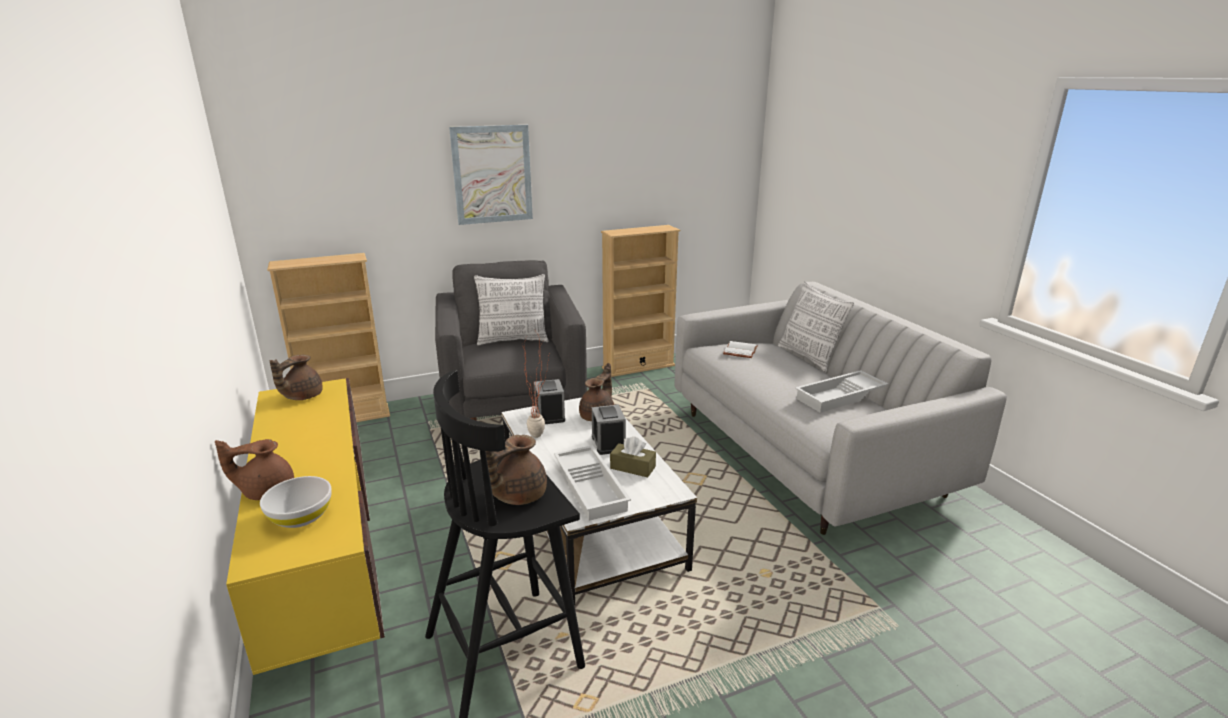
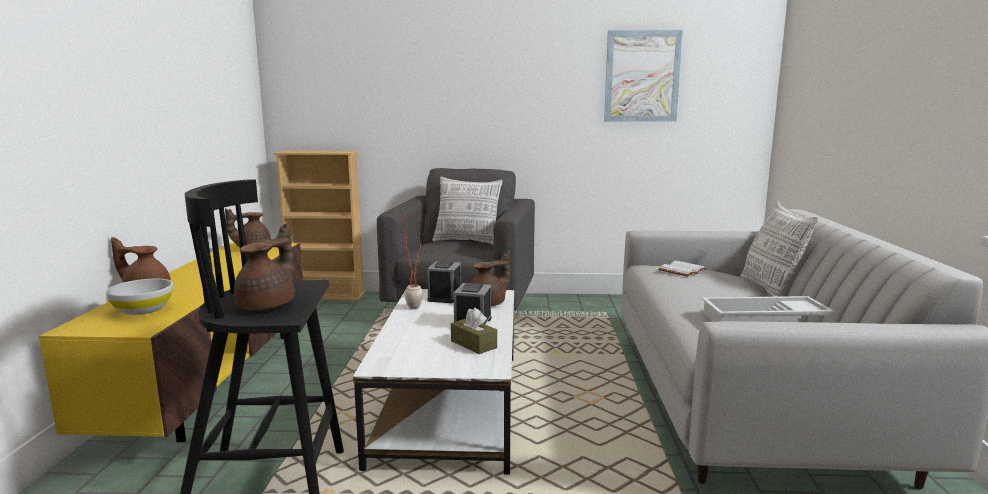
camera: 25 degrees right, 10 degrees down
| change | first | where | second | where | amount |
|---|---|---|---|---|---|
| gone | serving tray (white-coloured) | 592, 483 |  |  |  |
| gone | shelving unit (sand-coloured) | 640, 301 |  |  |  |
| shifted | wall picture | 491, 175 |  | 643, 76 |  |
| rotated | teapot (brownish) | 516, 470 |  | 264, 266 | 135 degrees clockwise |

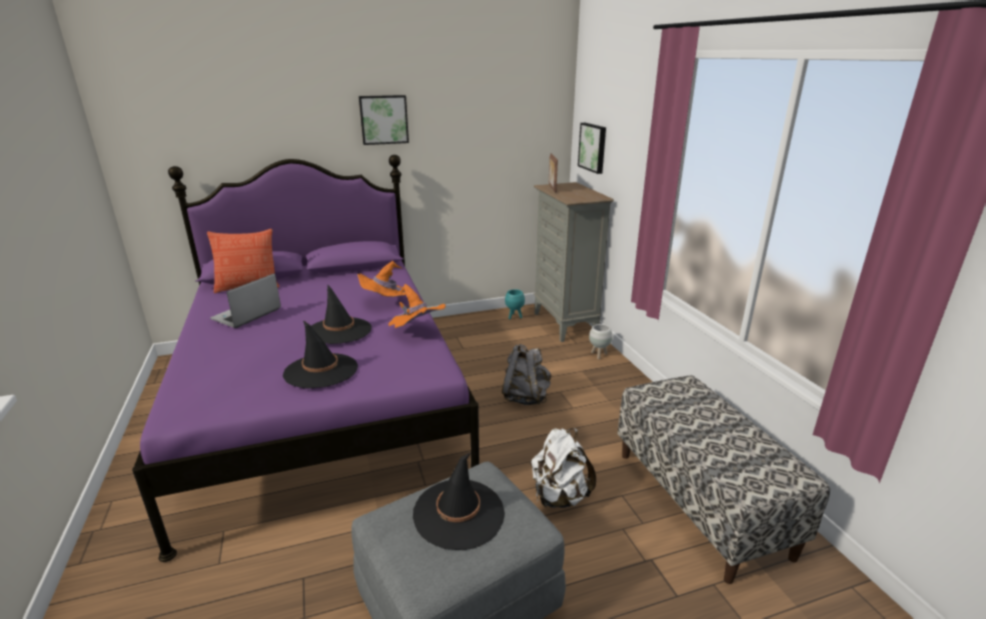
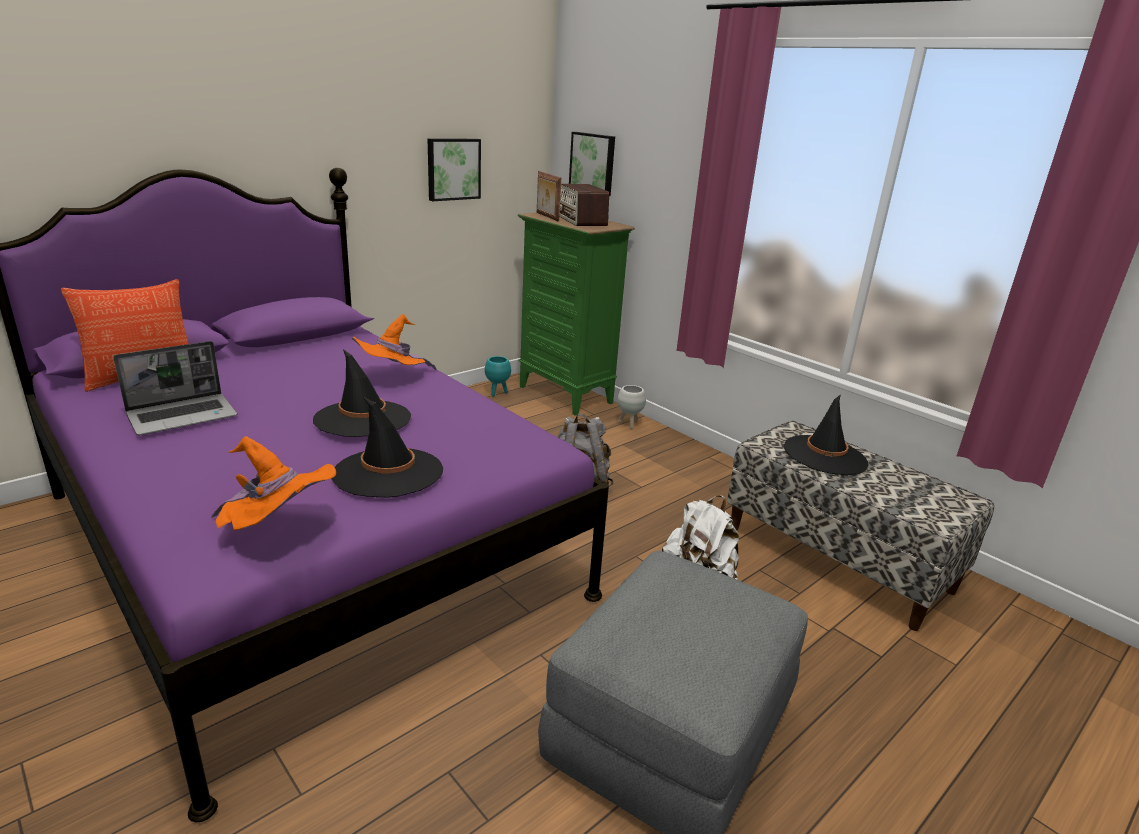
camera: 25 degrees left, 0 degrees up
| change | first | where | second | where | amount |
|---|---|---|---|---|---|
| new |  |  | radio | 584, 205 |  |
| shifted | wall picture | 384, 120 |  | 454, 170 |  |
| shifted | wearable hat (orange-coloured) | 417, 306 |  | 273, 483 |  |
| shifted | wearable hat (black) | 459, 501 |  | 826, 434 |  |
| repainted | drawer chest (grey) | 573, 262 | drawer chest (greenish) | 576, 314 |  |
| rotated | laptop | 245, 301 |  | 175, 388 | 135 degrees counterclockwise |

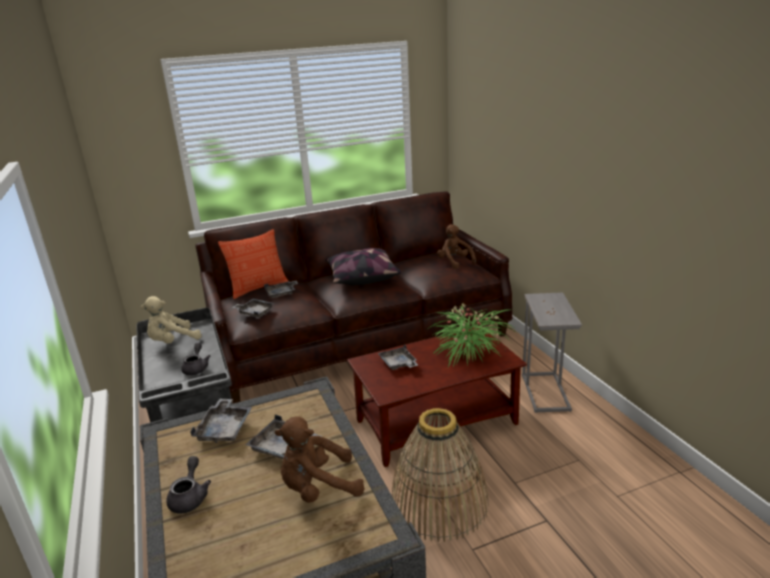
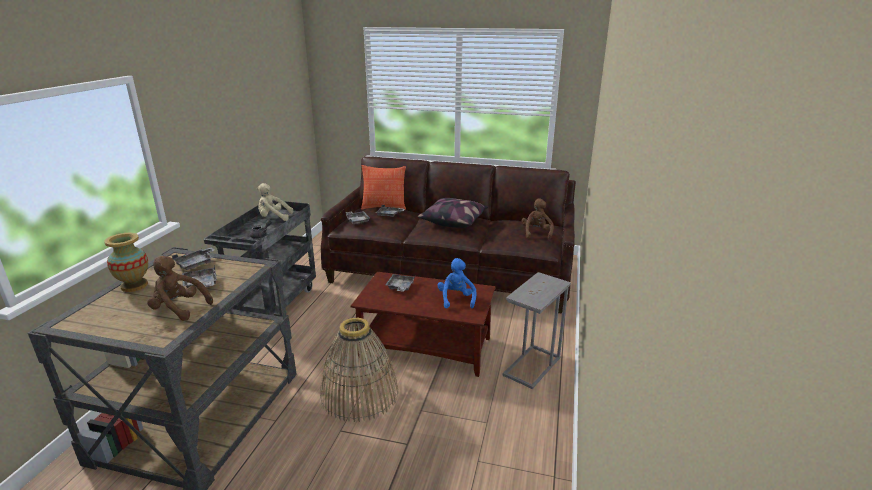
camera: 35 degrees right, 0 degrees up
| change | first | where | second | where | amount |
|---|---|---|---|---|---|
| swapped | teapot (grey) | 188, 485 | vase | 126, 262 |  |
| swapped | houseplant | 472, 335 | plush toy (blue-coloured) | 457, 283 |  |

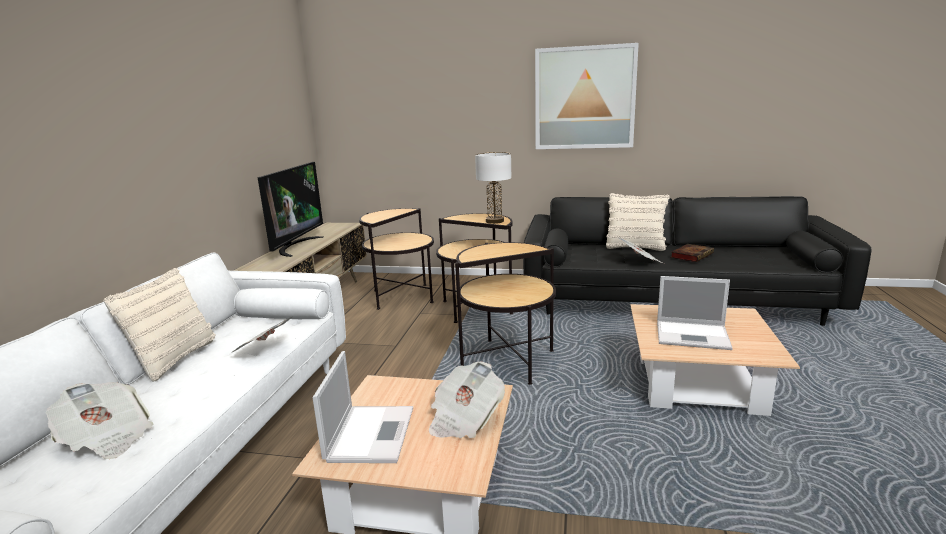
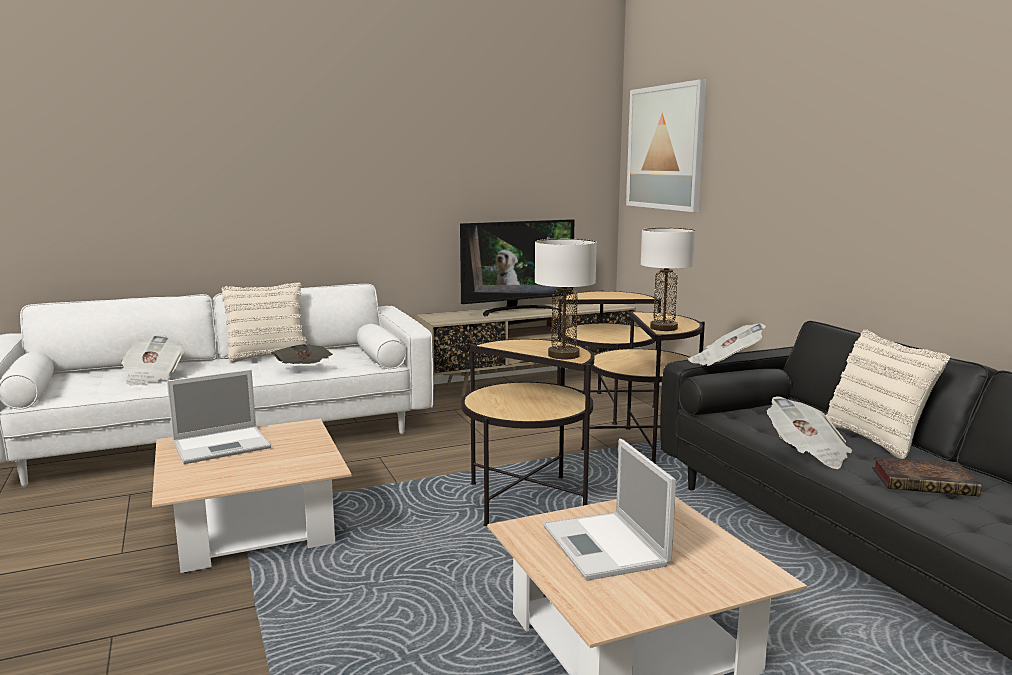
camera: 55 degrees right, 5 degrees down
| change | first | where | second | where | amount |
|---|---|---|---|---|---|
| new |  |  | table lamp | 566, 299 |  |
| shifted | newspaper | 467, 399 |  | 727, 344 |  |
| shifted | wall picture | 587, 96 |  | 666, 145 |  |

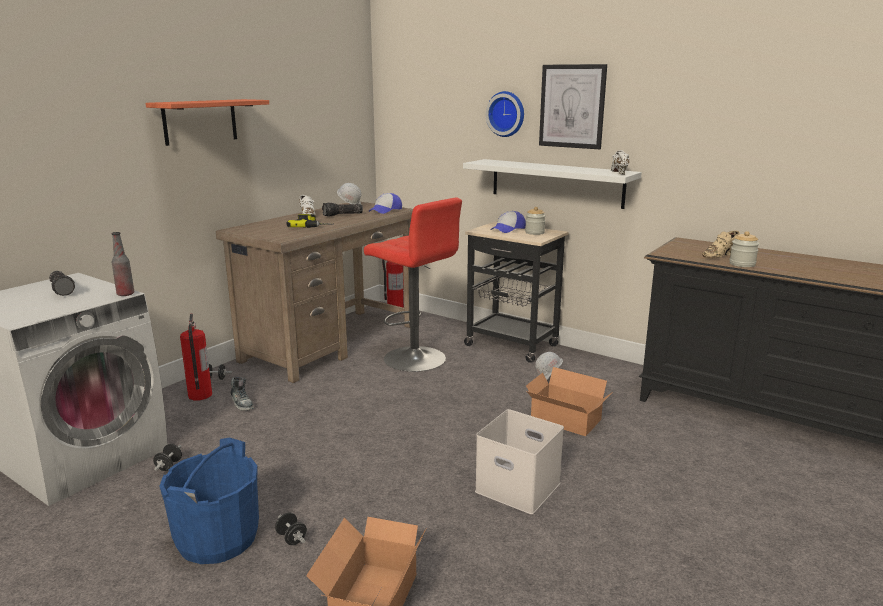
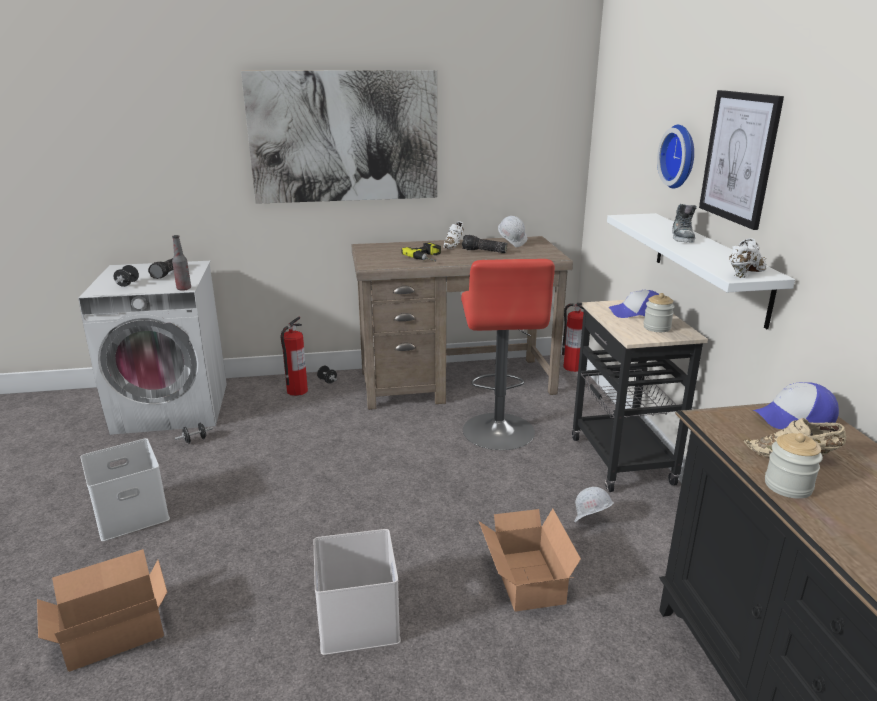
camera: 45 degrees right, 5 degrees up
| change | first | where | second | where | amount |
|---|---|---|---|---|---|
| shifted | item of footwear | 242, 394 |  | 684, 223 |  |
| shifted | dumbbell (black) | 291, 528 |  | 126, 276 |  |
| shifted | baseball cap | 385, 203 |  | 796, 405 |  |
| swapped | bracket shelf | 207, 122 | wall picture | 339, 137 |  |
| swapped | pail (blue-coloured) | 209, 501 | storage box (white-coloured) | 125, 489 |  |

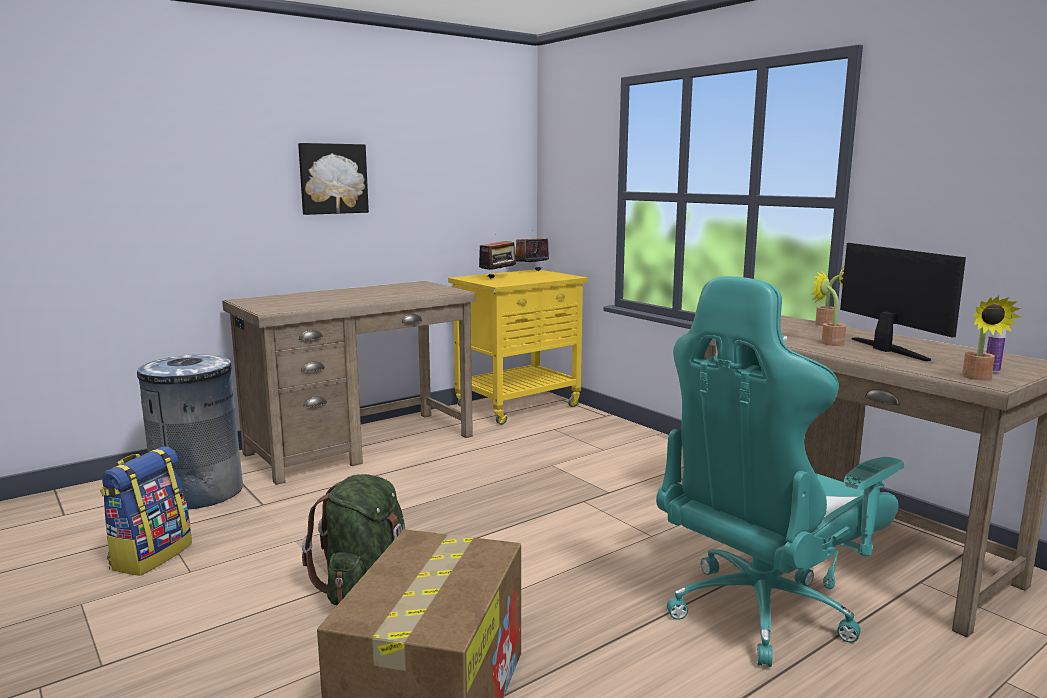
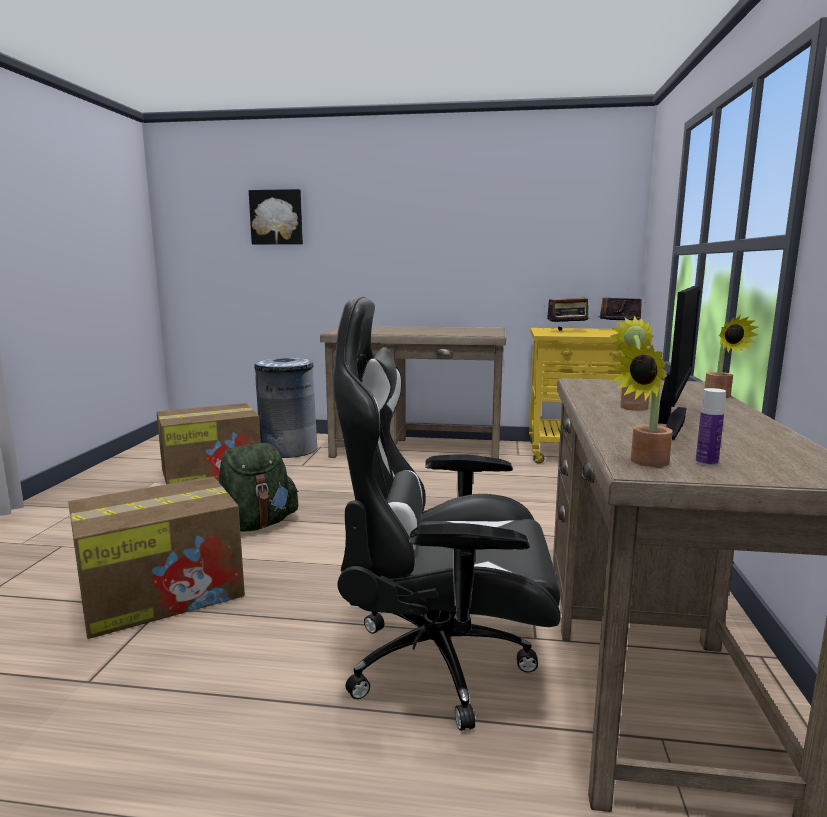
camera: 45 degrees right, 0 degrees up
| change | first | where | second | where | amount |
|---|---|---|---|---|---|
| shifted | wall picture | 333, 179 |  | 276, 217 |  |
| swapped | rucksack | 146, 511 | carton | 208, 443 |  |
| repainted | office chair (turquoise) | 780, 471 | office chair (black) | 447, 513 |  |

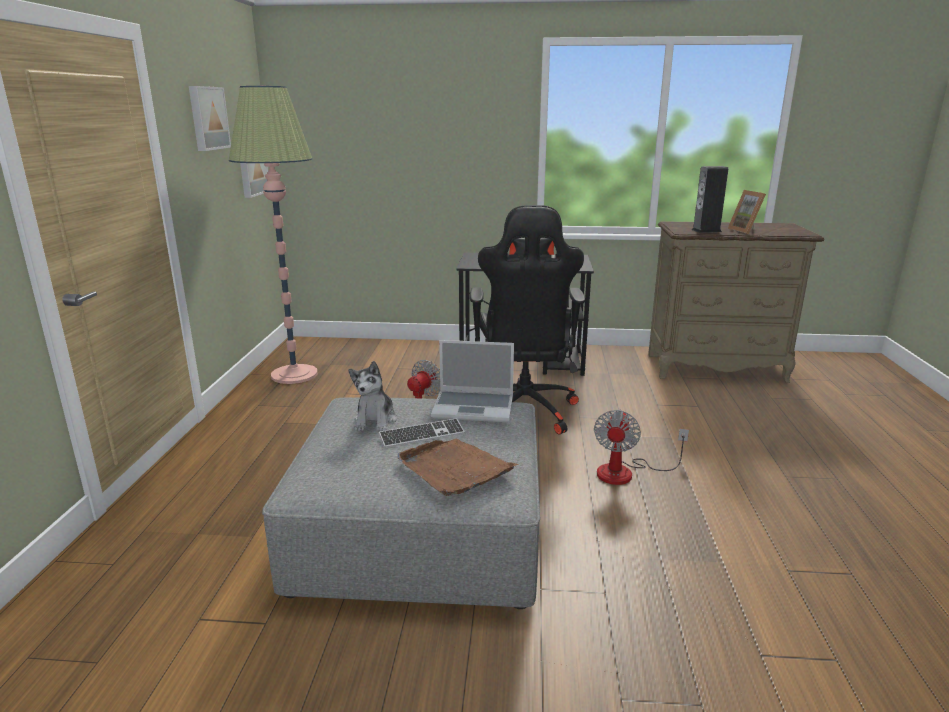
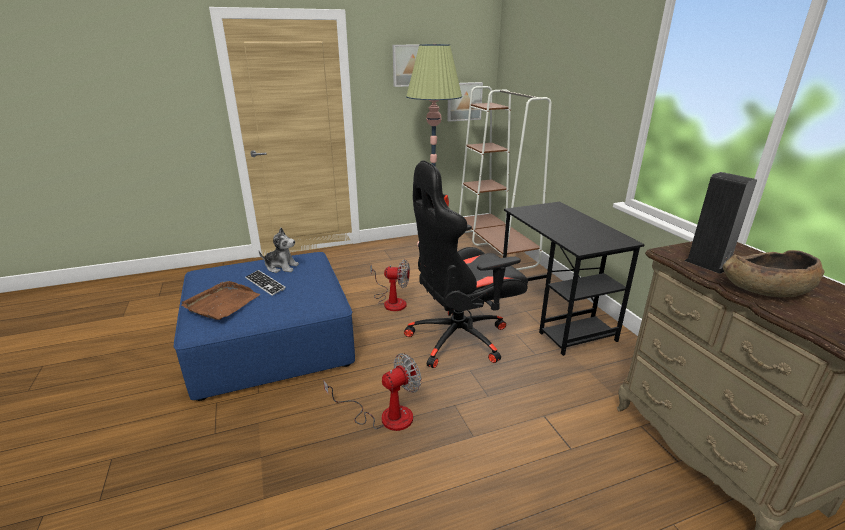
camera: 65 degrees right, 5 degrees up
| change | first | where | second | where | amount |
|---|---|---|---|---|---|
| gone | laptop | 472, 381 |  |  |  |
| new |  |  | garment rack (brownish) | 505, 178 |  |
| swapped | photo frame | 747, 212 | deep dish (brownish) | 773, 273 |  |
| repainted | ottoman (grey) | 401, 503 | ottoman (blue-coloured) | 264, 326 |  |
| rotated | plush toy | 373, 396 |  | 279, 250 | 150 degrees counterclockwise |
| rotated | electric fan | 641, 447 |  | 372, 392 | 150 degrees clockwise |

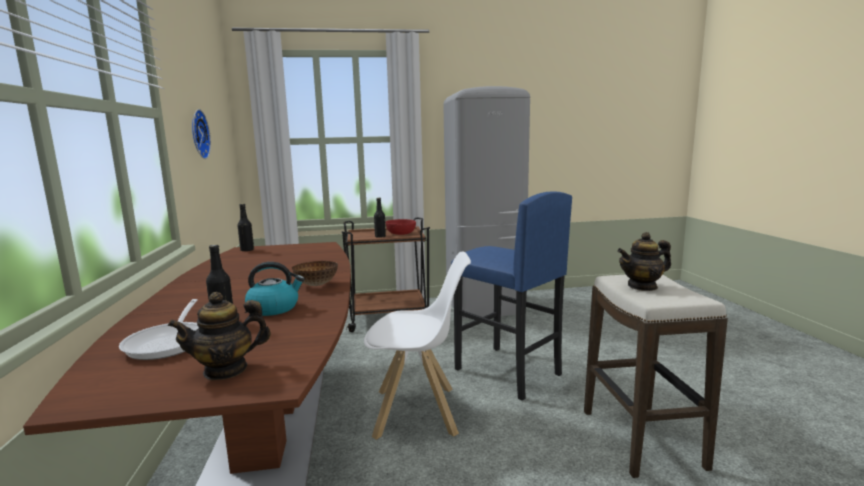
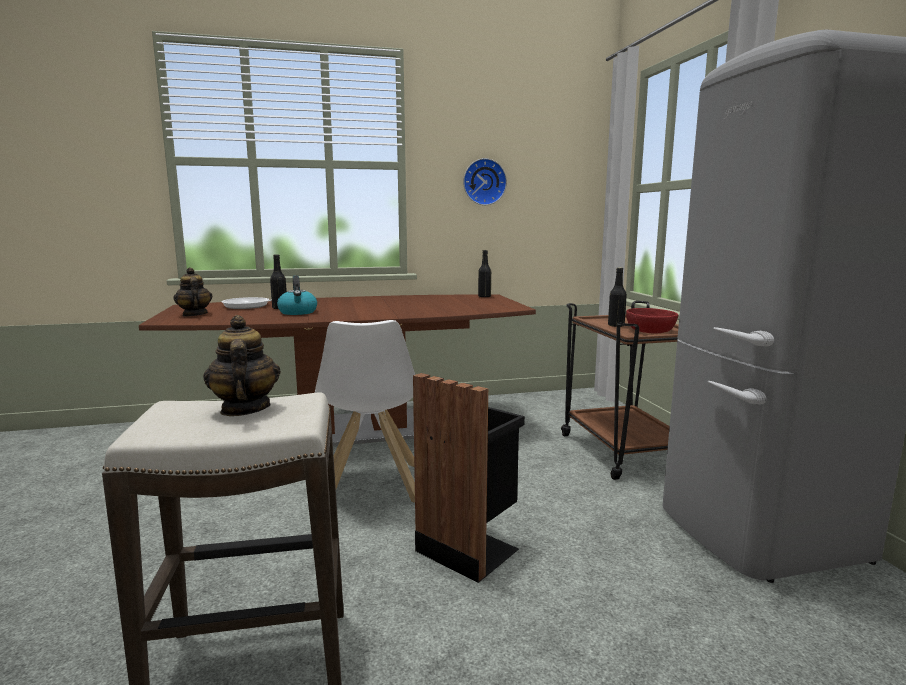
camera: 85 degrees right, 0 degrees up
| change | first | where | second | where | amount |
|---|---|---|---|---|---|
| gone | deep dish | 315, 273 |  |  |  |
| swapped | stool seat (blue-coloured) | 511, 296 | rubbish bin (black) | 469, 478 |  |

